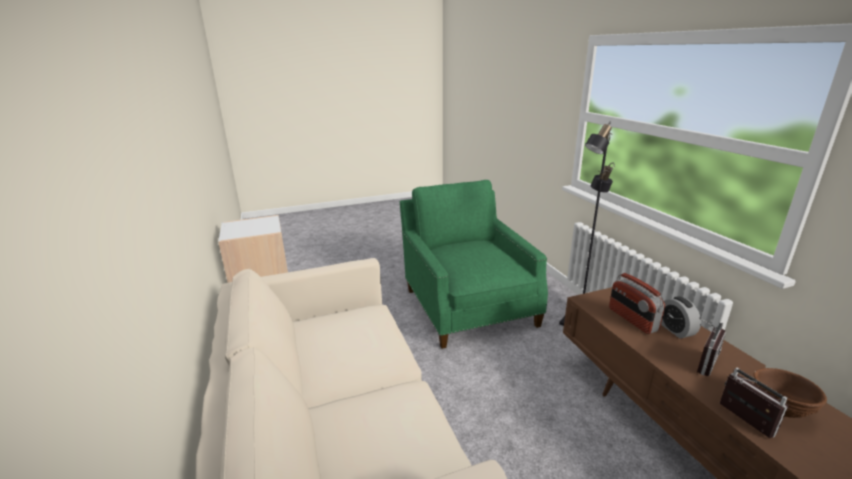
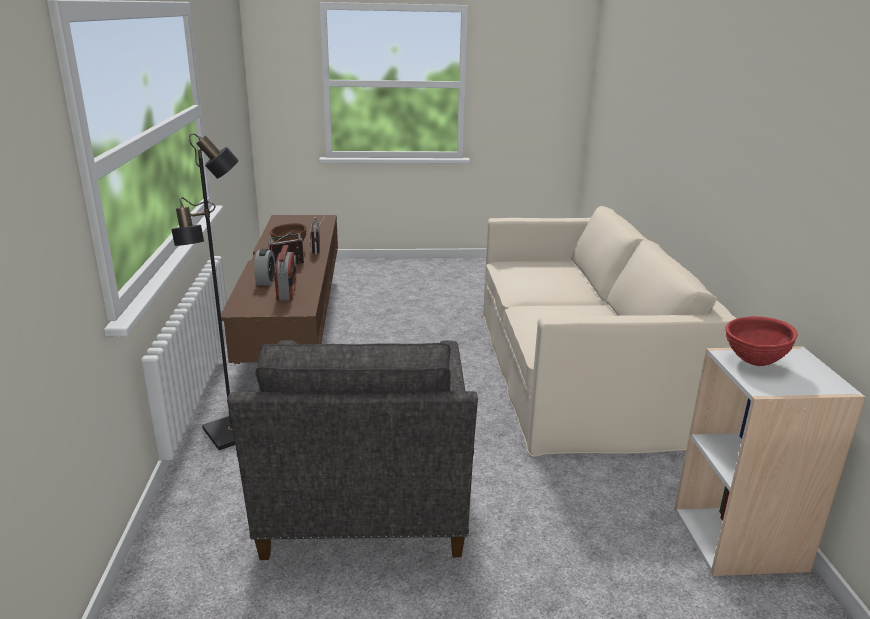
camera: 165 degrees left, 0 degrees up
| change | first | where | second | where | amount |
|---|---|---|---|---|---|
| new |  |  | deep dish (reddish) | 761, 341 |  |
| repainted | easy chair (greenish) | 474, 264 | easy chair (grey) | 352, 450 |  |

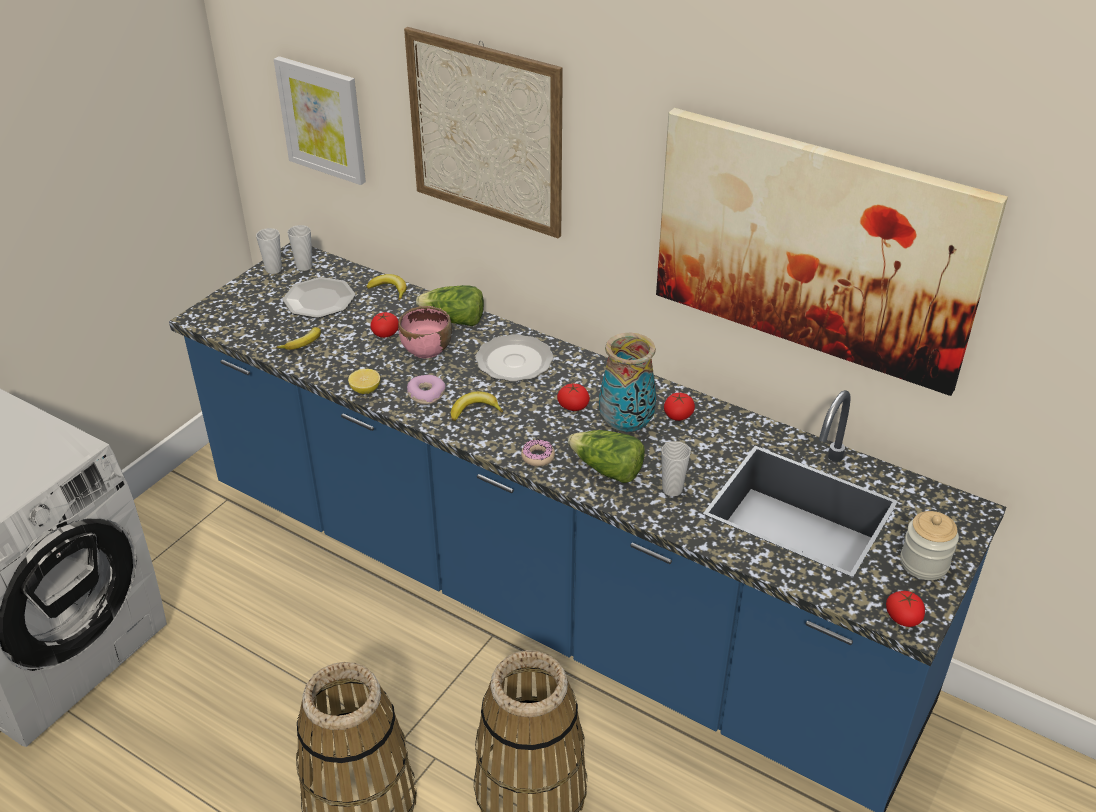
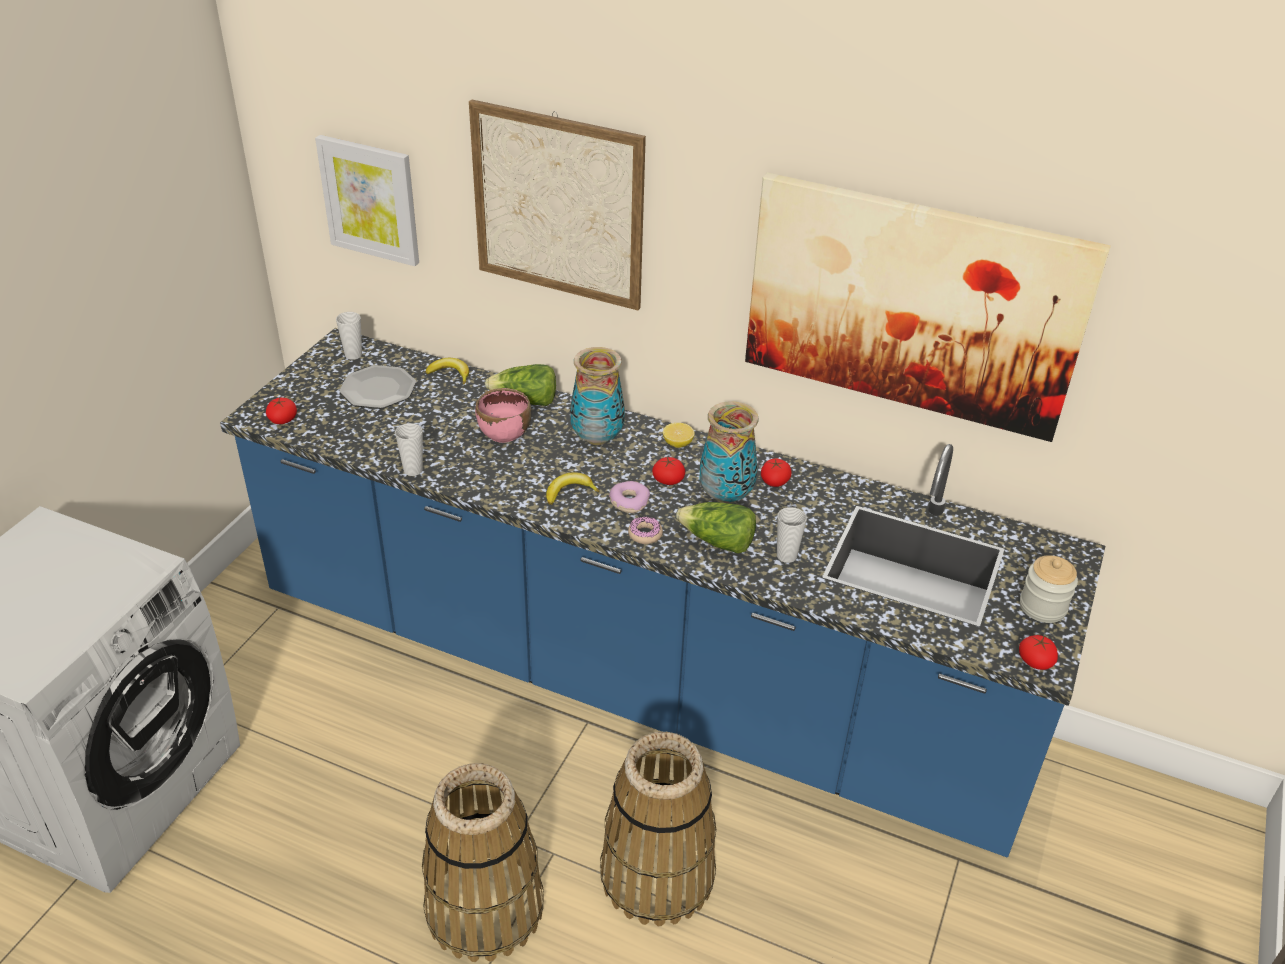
camera: 10 degrees left, 0 degrees up
| change | first | where | second | where | amount |
|---|---|---|---|---|---|
| gone | banana | 298, 338 |  |  |  |
| shifted | cup | 269, 251 |  | 409, 449 |  |
| shifted | whole lemon | 364, 381 |  | 679, 435 |  |
| shifted | fresh tomato | 384, 325 |  | 281, 411 |  |
| shifted | donut | 426, 390 |  | 629, 497 |  |
| swapped | plate | 514, 358 | vase | 597, 396 |  |

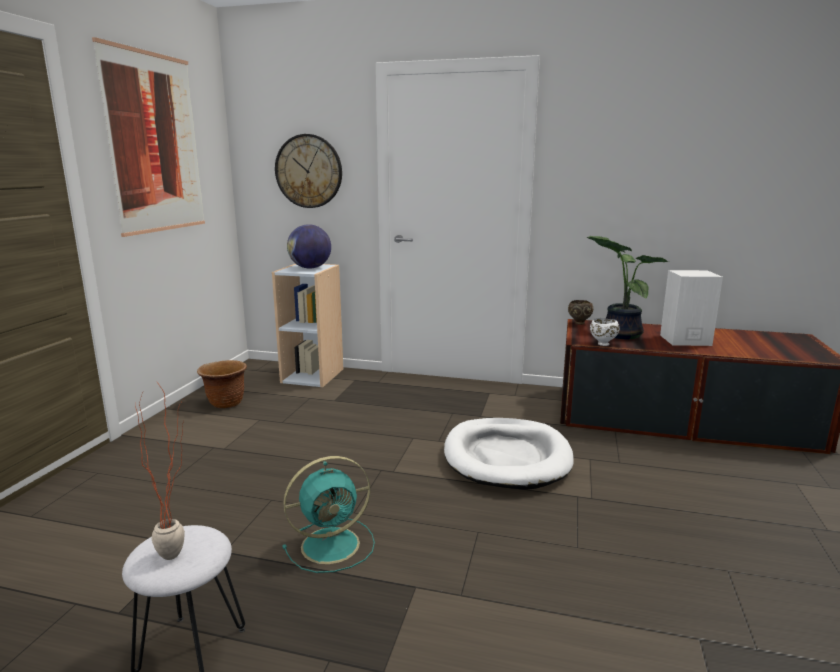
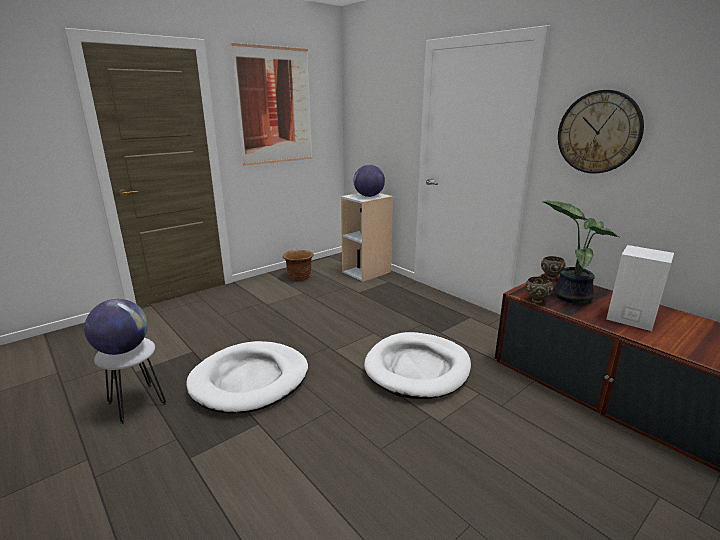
camera: 35 degrees right, 5 degrees up
| change | first | where | second | where | amount |
|---|---|---|---|---|---|
| shifted | hanging clock | 308, 171 |  | 601, 132 |  |
| swapped | houseplant | 160, 471 | globe | 116, 327 |  |
| swapped | electric fan (turquoise) | 328, 514 | dog cushion (white-coloured) | 247, 377 |  |
| repainted | deep dish (white-coloured) | 605, 332 | deep dish (brownish) | 539, 290 |  |

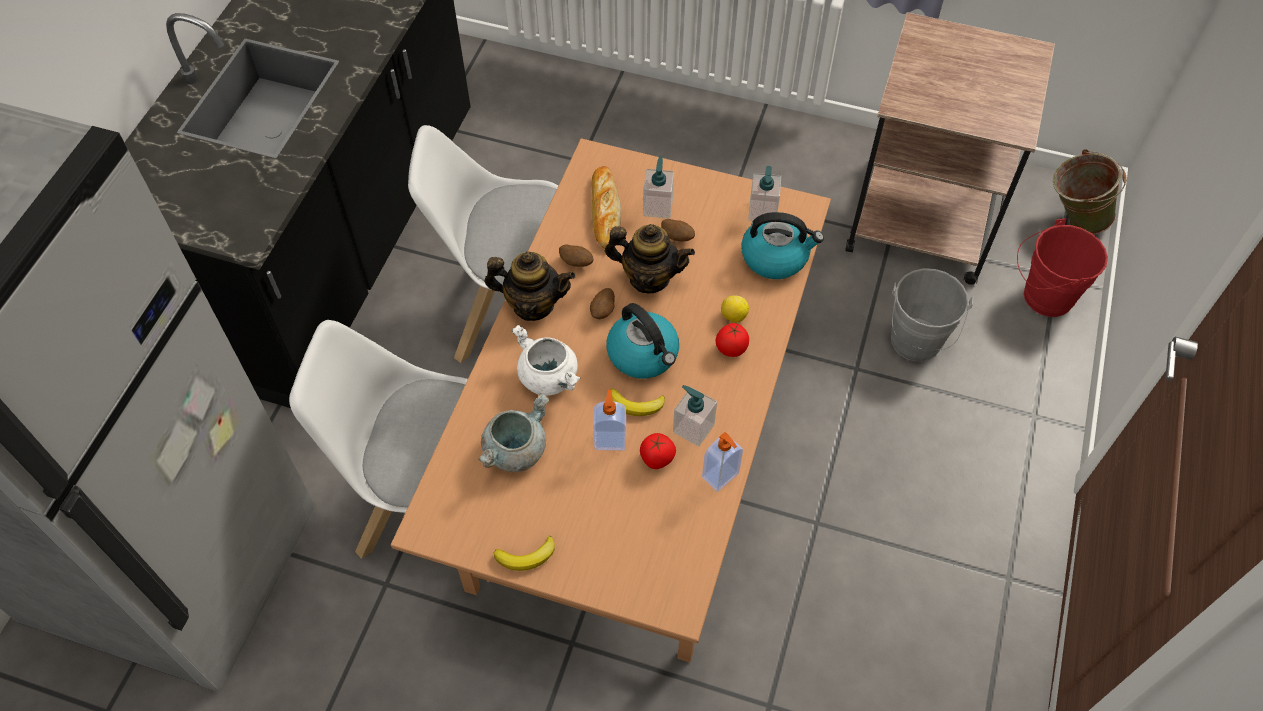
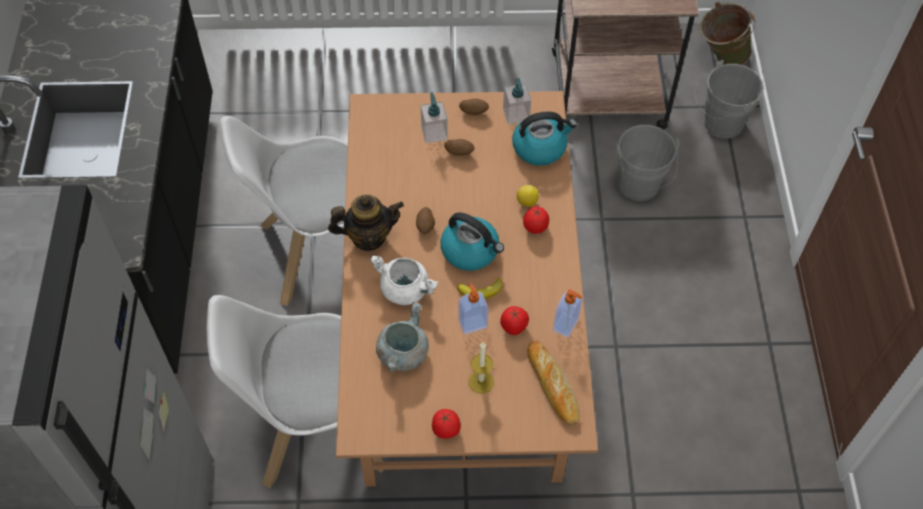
camera: 20 degrees left, 0 degrees up
| change | first | where | second | where | amount |
|---|---|---|---|---|---|
| gone | teapot | 650, 258 |  |  |  |
| gone | soap bottle | 695, 416 |  |  |  |
| new |  |  | candle | 481, 368 |  |
| shifted | potato | 576, 256 |  | 474, 107 |  |
| shifted | bakery bread | 606, 207 |  | 554, 382 |  |
| swapped | banana | 524, 553 | fresh tomato | 446, 424 |  |
| repainted | pail (reddish) | 1062, 267 | pail (grey) | 729, 99 |  |

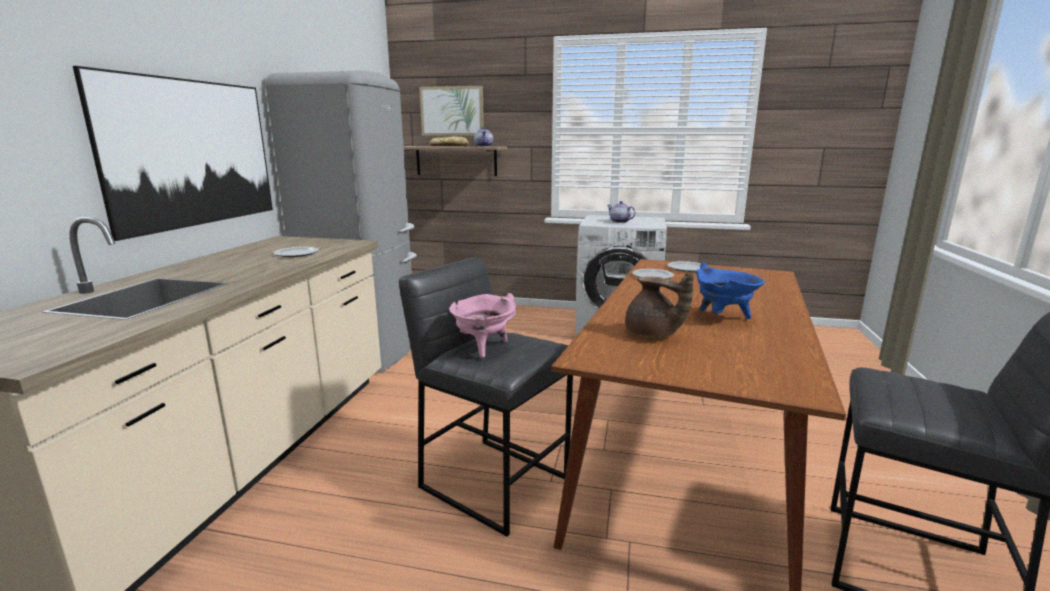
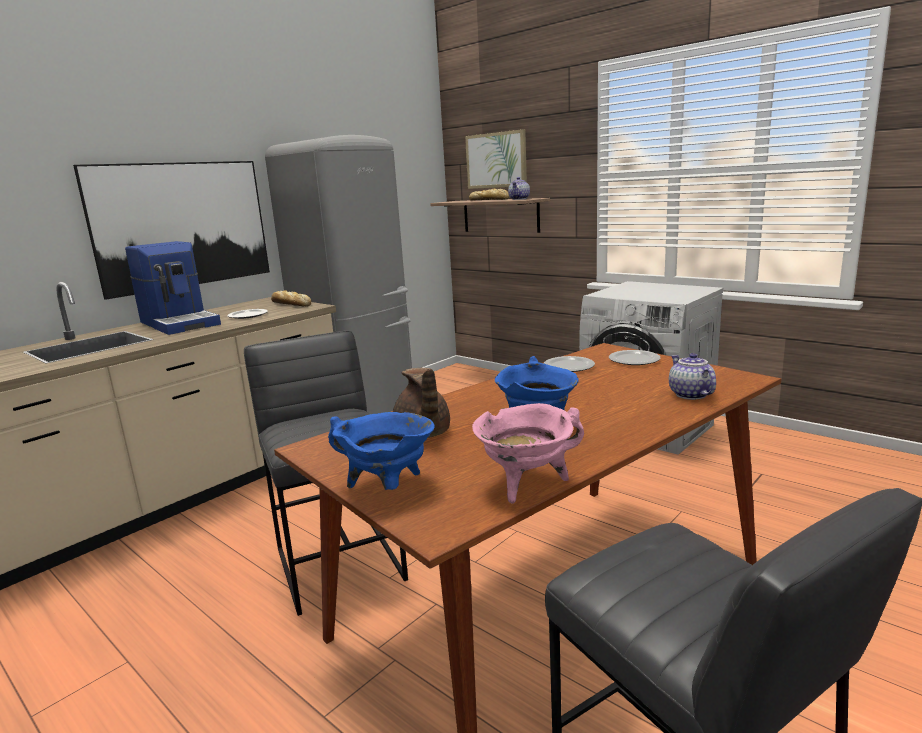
camera: 30 degrees right, 0 degrees up
| change | first | where | second | where | amount |
|---|---|---|---|---|---|
| new |  |  | coffee machine | 173, 288 |  |
| new |  |  | bakery bread | 291, 298 |  |
| new |  |  | cooking pot (blue-coloured) | 381, 451 |  |
| shifted | cooking pot (pinkish) | 483, 325 |  | 528, 453 |  |
| shifted | teapot | 621, 212 |  | 692, 376 |  |

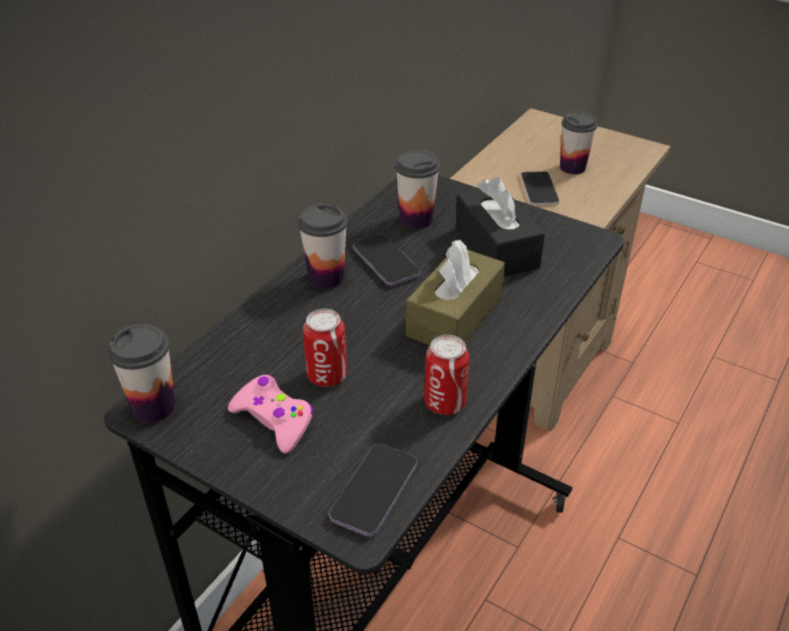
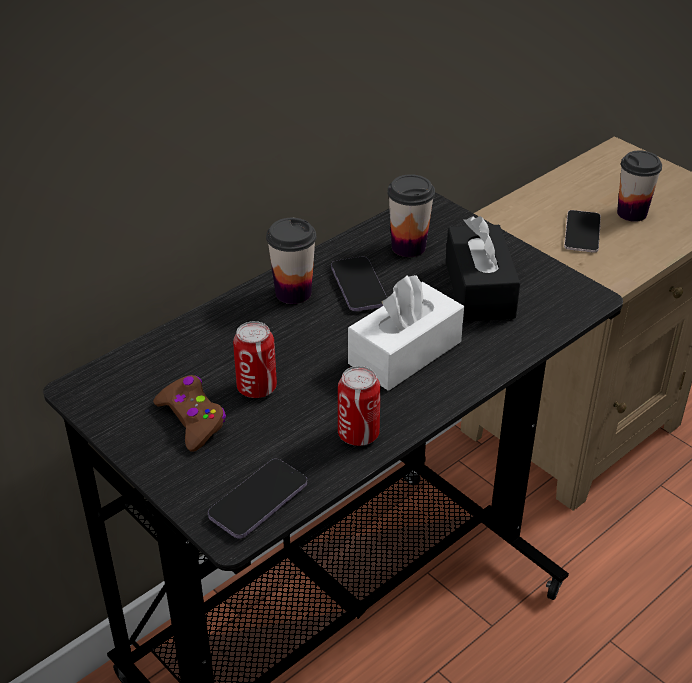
camera: 15 degrees right, 0 degrees up
| change | first | where | second | where | amount |
|---|---|---|---|---|---|
| gone | cup | 141, 373 |  |  |  |
| repainted | game controller (pinkish) | 271, 414 | game controller (brownish) | 189, 413 |  |
| repainted | box of tissues (brownish) | 455, 292 | box of tissues (white-coloured) | 406, 333 |  |

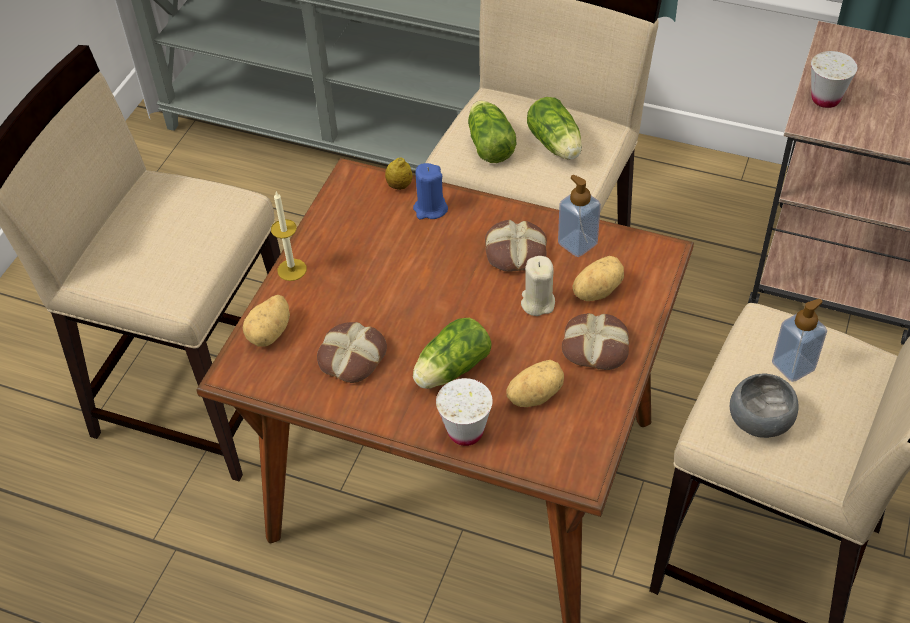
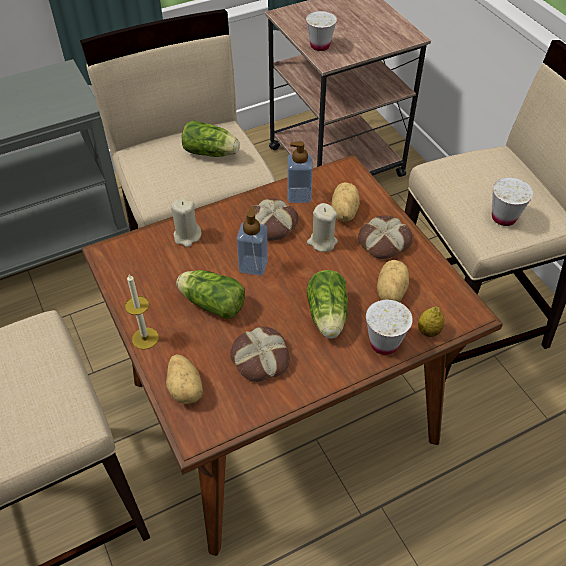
camera: 50 degrees left, 0 degrees up
| change | first | where | second | where | amount |
|---|---|---|---|---|---|
| shifted | whole lemon | 398, 174 |  | 431, 322 |  |
| shifted | lettuce head | 492, 131 |  | 210, 294 |  |
| shifted | soap bottle | 799, 340 |  | 252, 241 |  |
| swapped | deep dish (grey) | 764, 405 | cup (white-coloured) | 512, 201 |  |
| repainted | candle (blue-coloured) | 430, 191 | candle (sand-coloured) | 186, 222 |  |

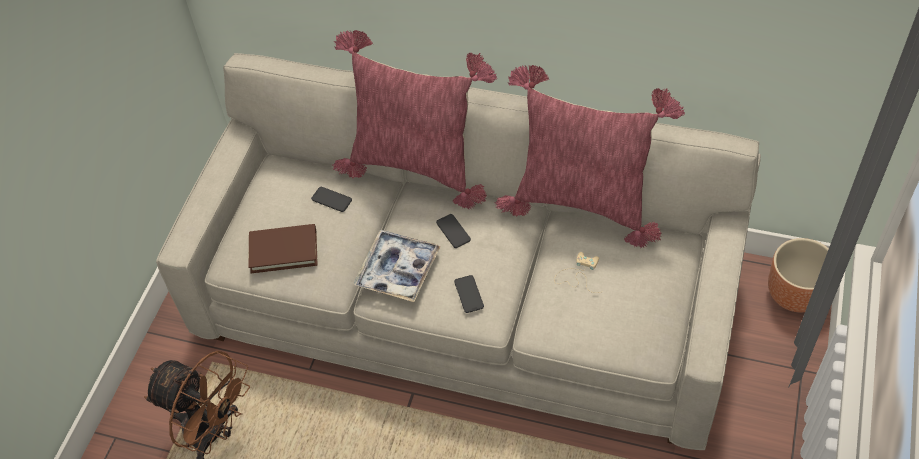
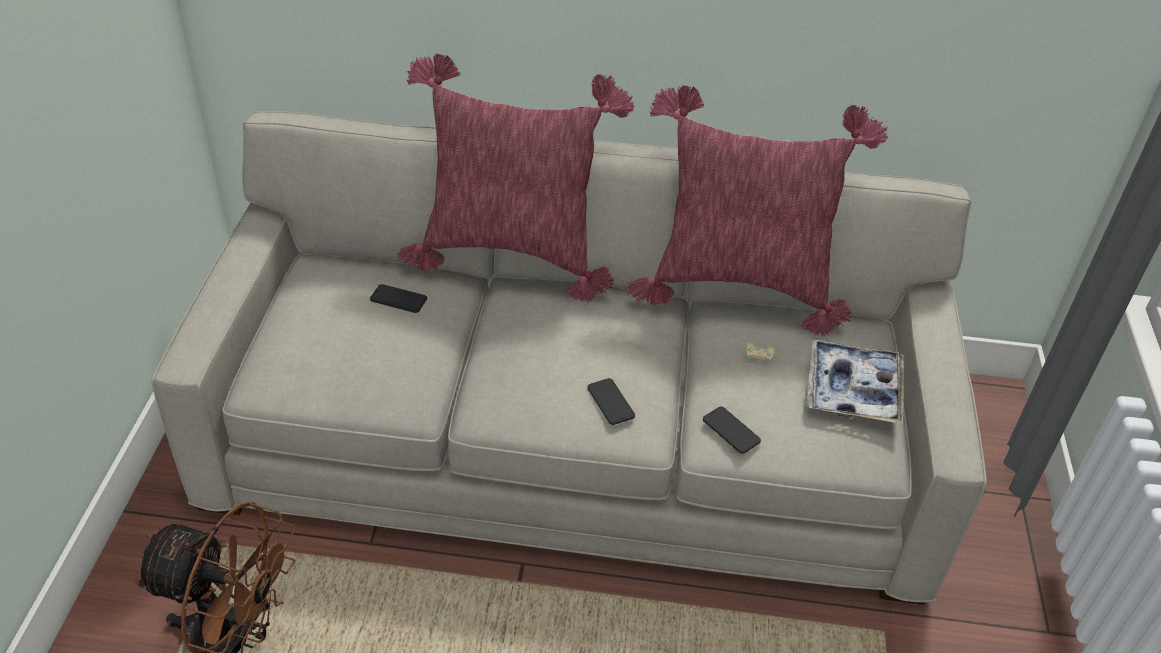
camera: 15 degrees left, 10 degrees down
| change | first | where | second | where | amount |
|---|---|---|---|---|---|
| gone | bound book (brownish) | 283, 248 |  |  |  |
| gone | flower pot (brownish) | 798, 275 |  |  |  |
| shifted | serving tray | 397, 266 |  | 855, 381 |  |
| shifted | phone | 453, 231 |  | 732, 430 |  |

